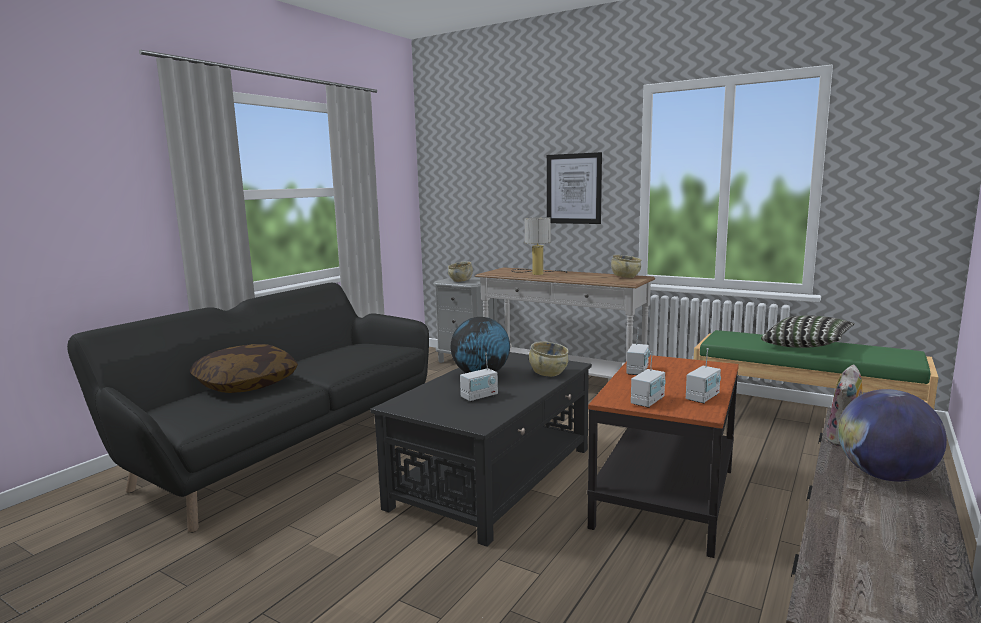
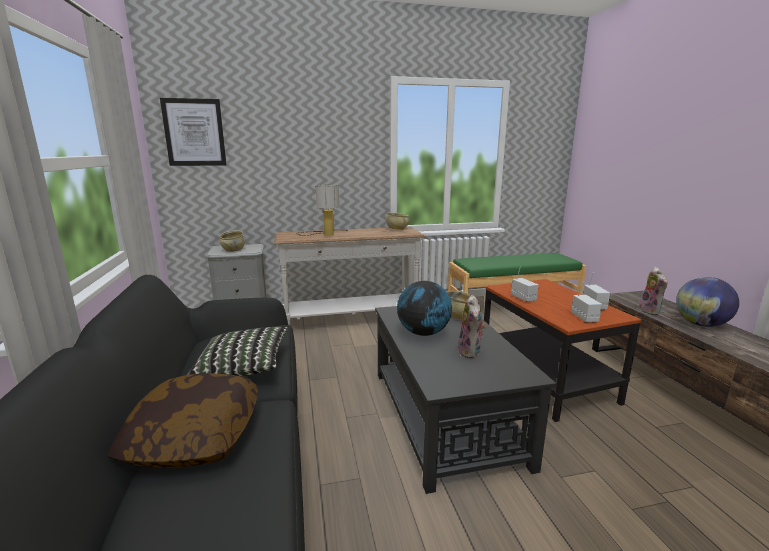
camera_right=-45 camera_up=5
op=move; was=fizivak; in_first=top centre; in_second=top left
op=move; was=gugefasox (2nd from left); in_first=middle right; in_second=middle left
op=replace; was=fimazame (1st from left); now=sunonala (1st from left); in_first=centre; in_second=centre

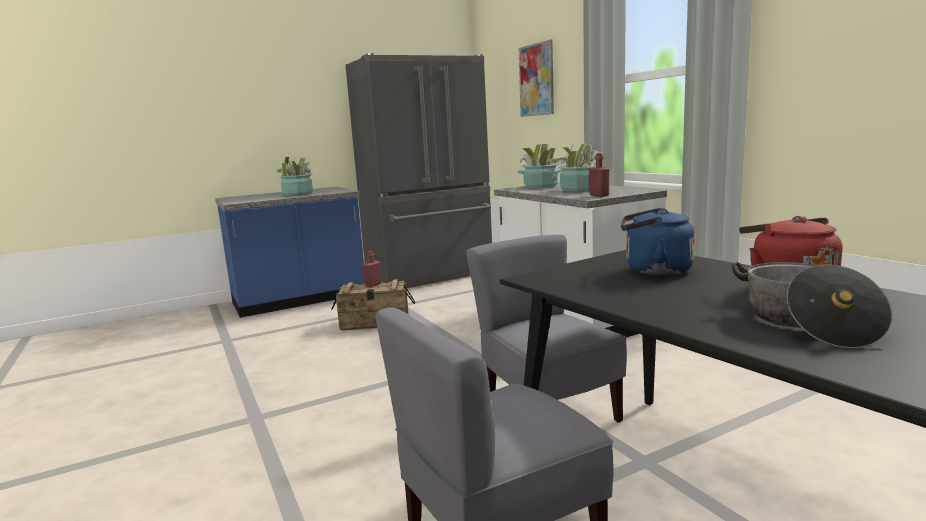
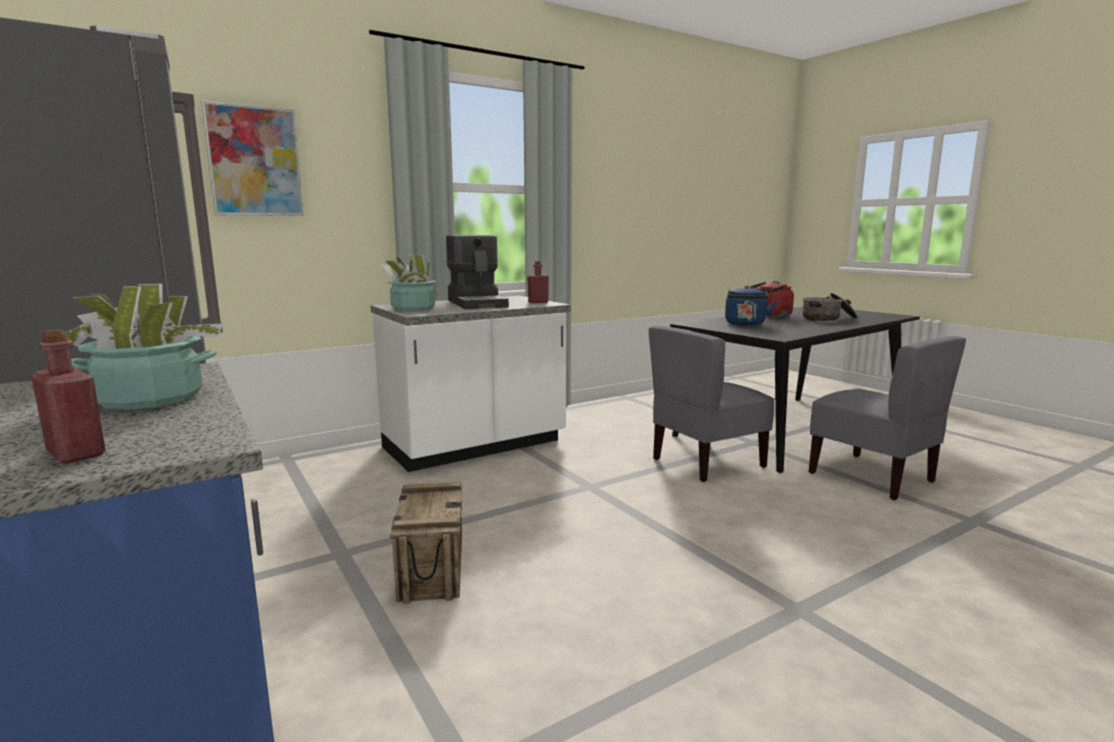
camera_right=-95 camera_up=0
op=move; was=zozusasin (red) (1st from left); in_first=centre; in_second=middle left
op=replace; was=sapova (3rd from left); now=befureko; in_first=top centre; in_second=centre

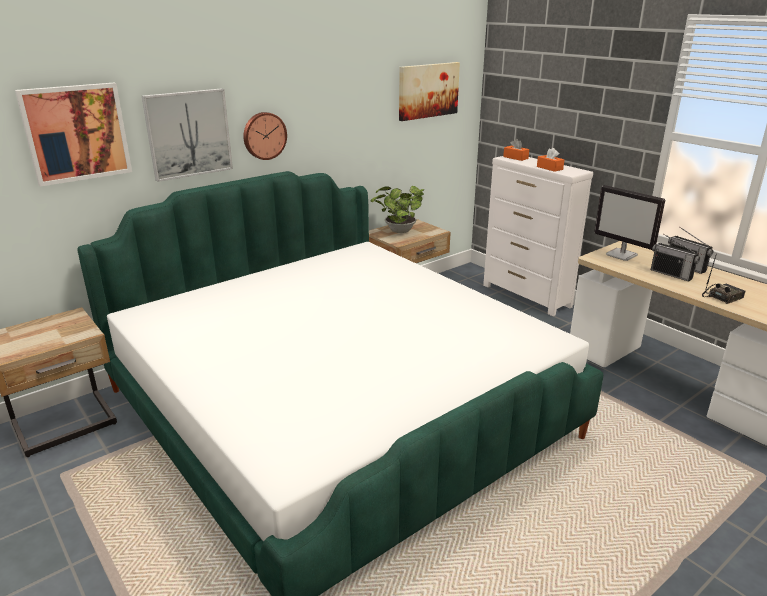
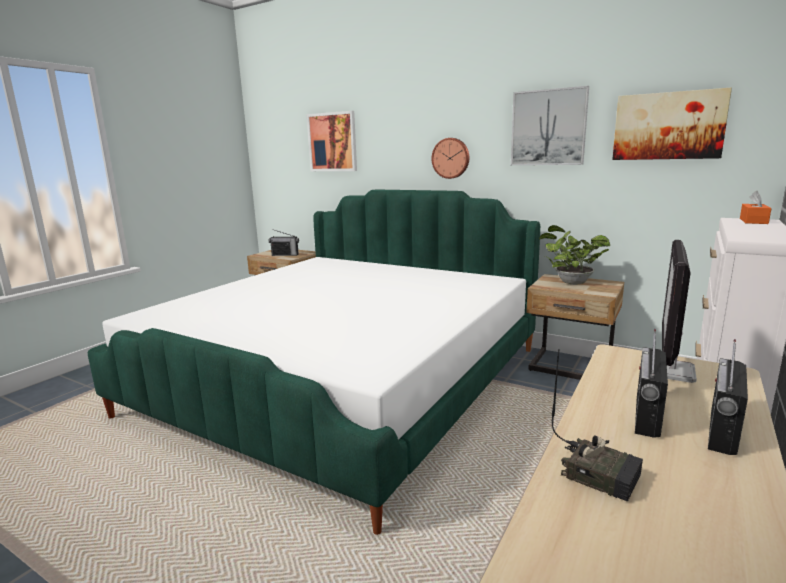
camera_right=70 camera_up=-10
op=insert; now=fimazame (1st from left); in_second=centre
op=move; was=fizivak (2nd from left); in_first=top left; in_second=top right
op=delete; was=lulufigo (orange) (2nd from left); in_first=top right

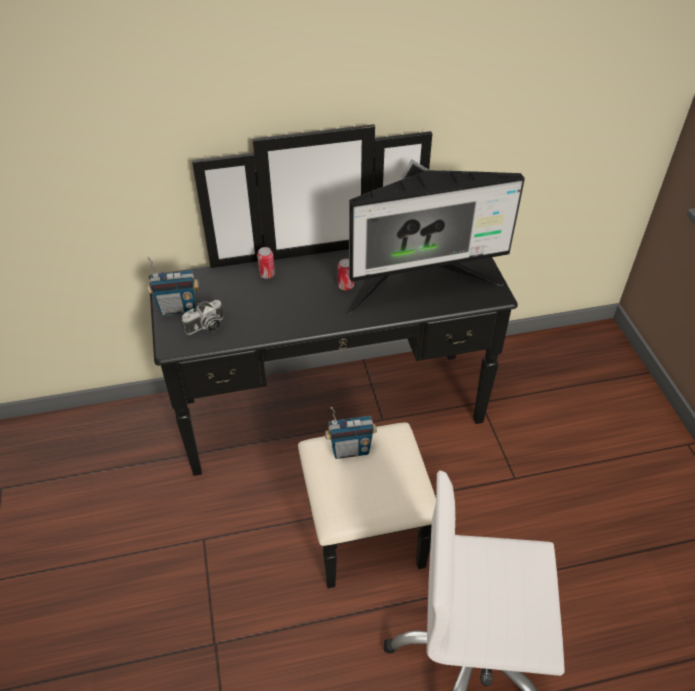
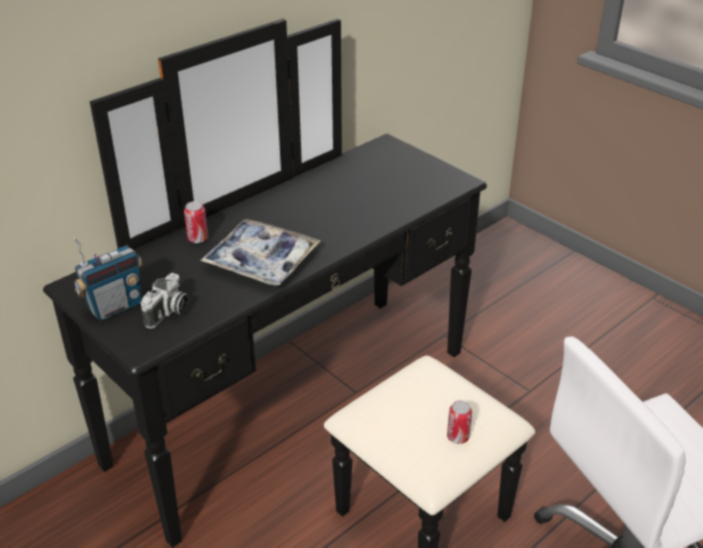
camera_right=-30 camera_up=-10
op=insert; now=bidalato; in_second=centre
op=move; was=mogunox (2nd from left); in_first=centre; in_second=bottom centre
op=delete; was=fimazame (2nd from left); in_first=centre
op=delete; was=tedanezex; in_first=centre

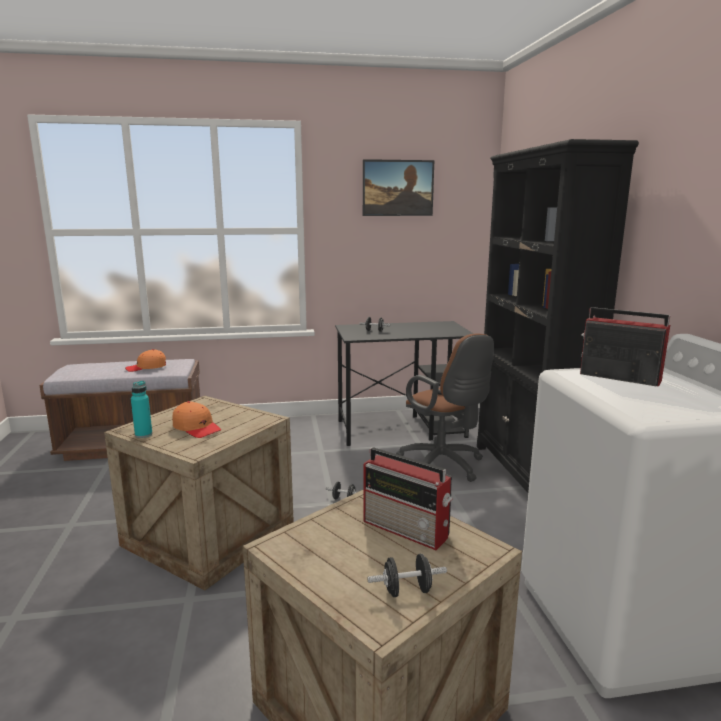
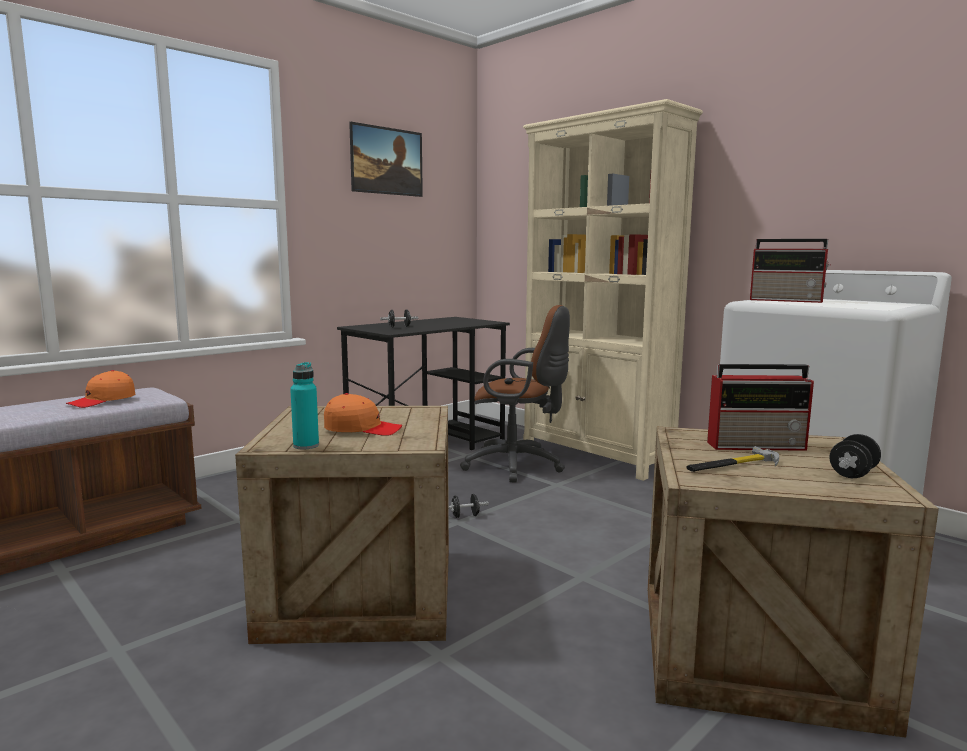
camera_right=-35 camera_up=-5
op=recolor; was=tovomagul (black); now=tovomagul (beige); in_first=middle right; in_second=centre
op=insert; now=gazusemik; in_second=middle right
op=rotate; was=fimazame (2nd from left); in_first=middle right; in_second=middle right; clockwise=-150

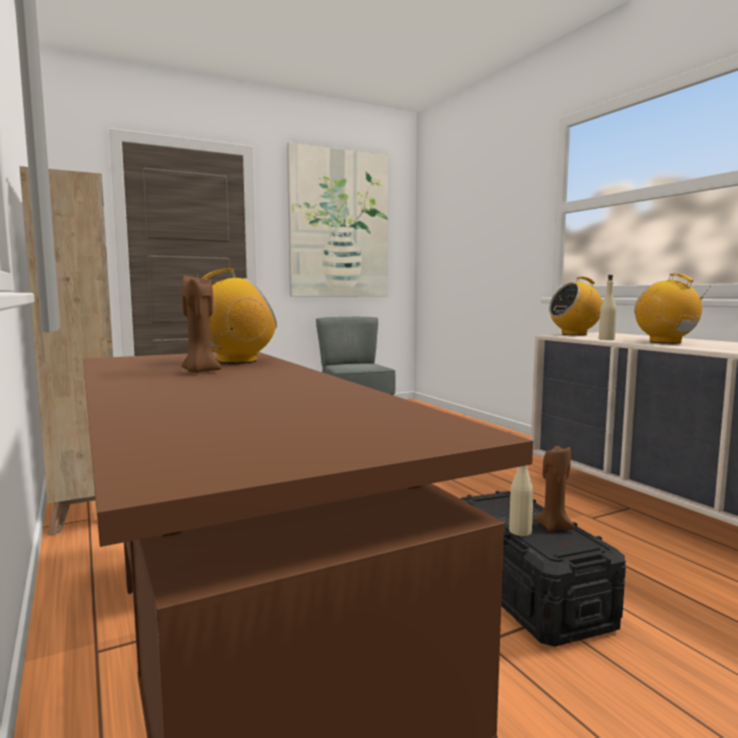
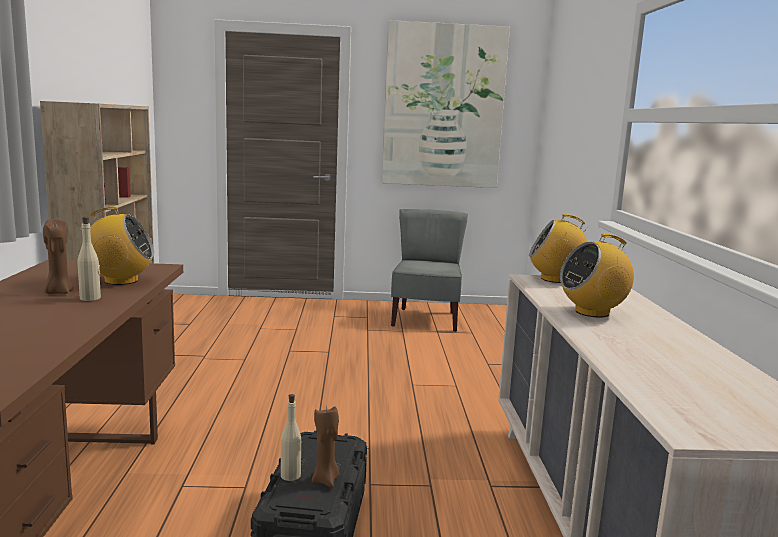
camera_right=25 camera_up=5
op=move; was=zozusasin (beige) (2nd from left in the first image); now=zozusasin (beige) (1st from left); in_first=middle right; in_second=middle left
op=rotate; was=fimazame (3rd from left); in_first=middle right; in_second=middle right; clockwise=-105

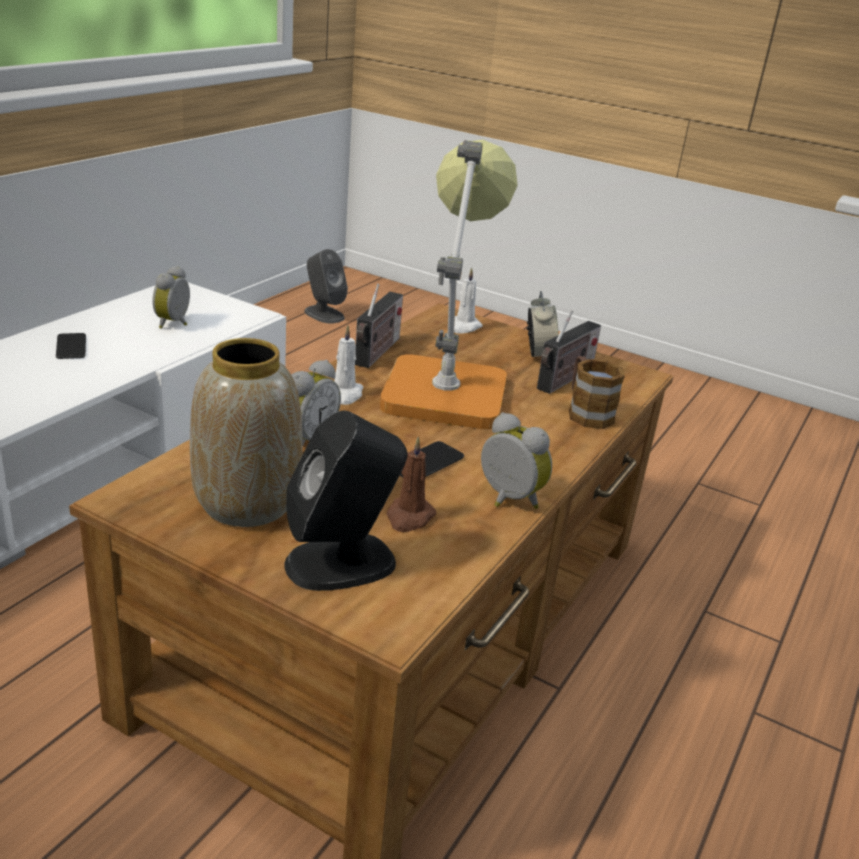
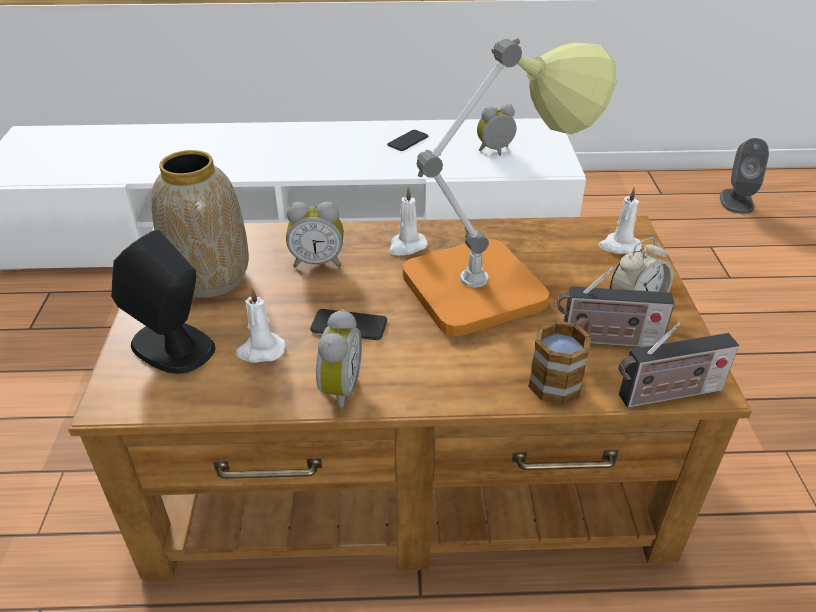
camera_right=60 camera_up=10
op=recolor; was=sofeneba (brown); now=sofeneba (white) (1st from left); in_first=centre; in_second=middle left
op=move; was=fimazame (1st from left in the first image); now=fimazame (2nd from left); in_first=centre; in_second=middle right

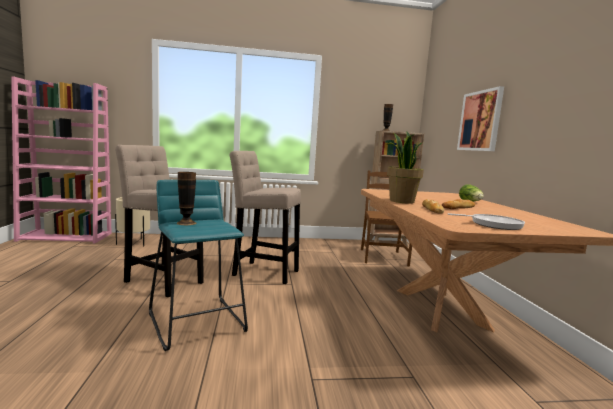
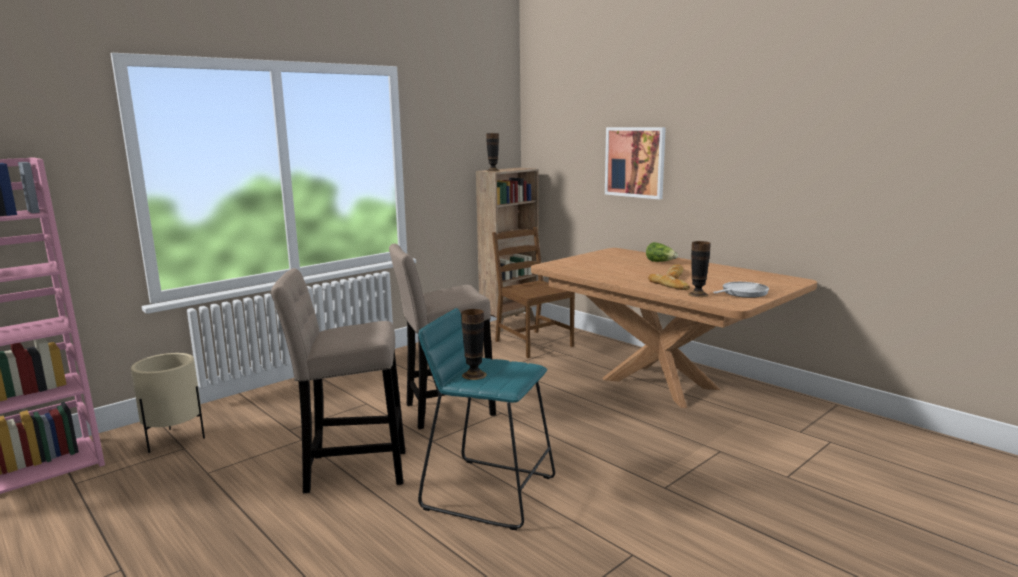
camera_right=-35 camera_up=5
op=insert; now=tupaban (3rd from left); in_second=middle right
op=delete; was=sapova; in_first=centre

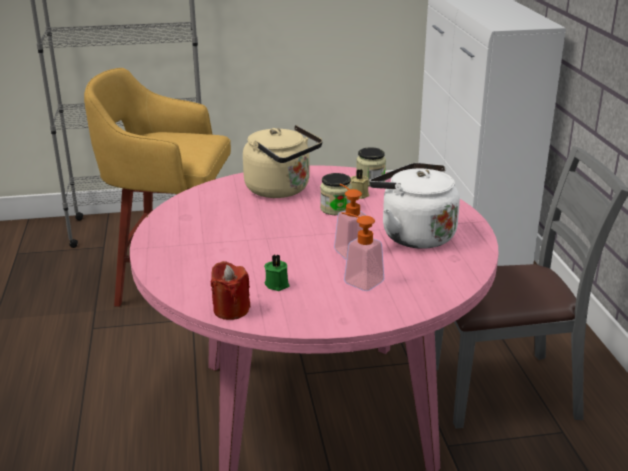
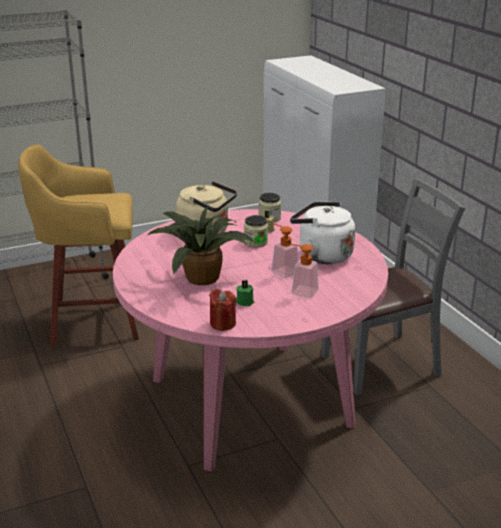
camera_right=-15 camera_up=0
op=insert; now=sapova; in_second=centre

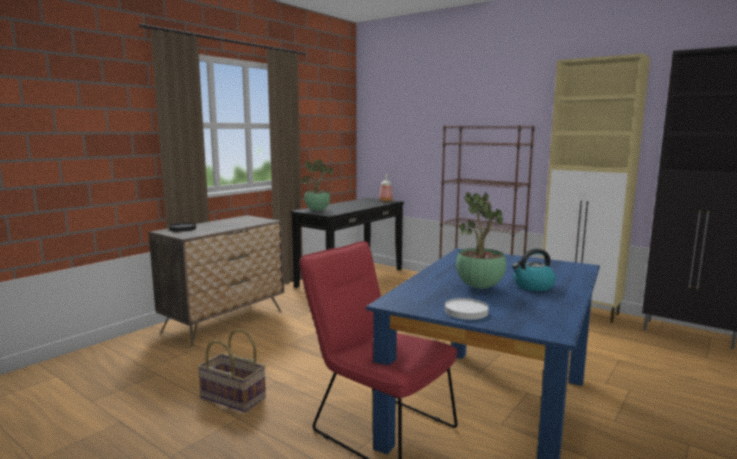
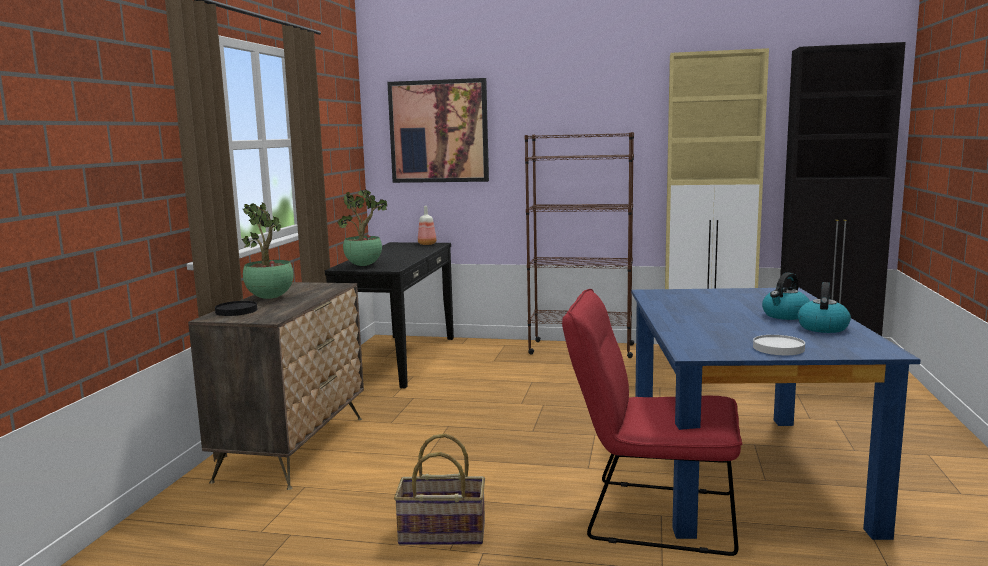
camera_right=-25 camera_up=0
op=move; was=sapova (2nd from left in the first image); now=sapova (1st from left); in_first=centre; in_second=middle left
op=insert; now=fizivak; in_second=top centre
op=insert; now=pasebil (2nd from left); in_second=middle right

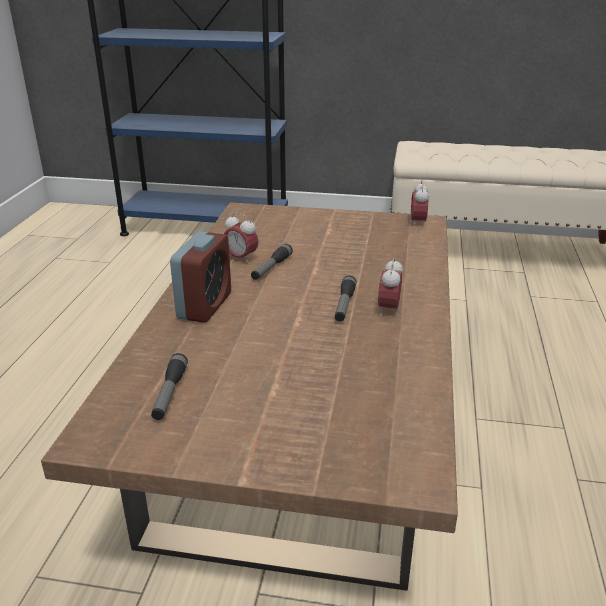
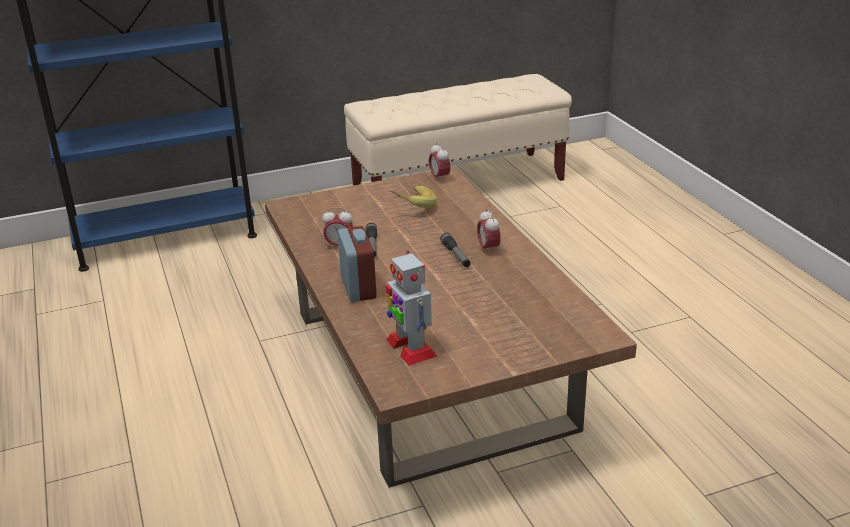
camera_right=-30 camera_up=0
op=replace; was=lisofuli (1st from left); now=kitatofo; in_first=middle left; in_second=centre
op=insert; now=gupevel; in_second=centre

